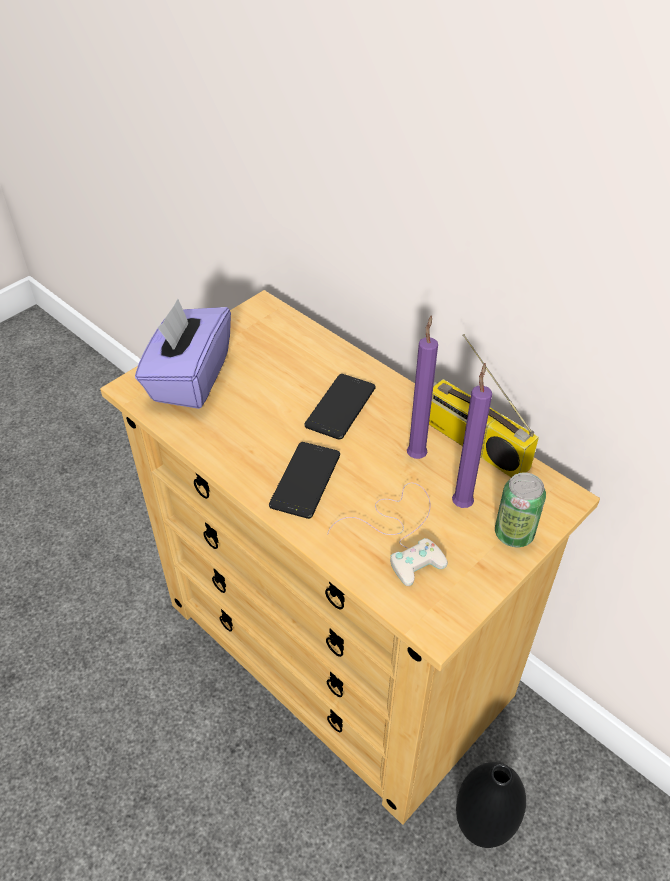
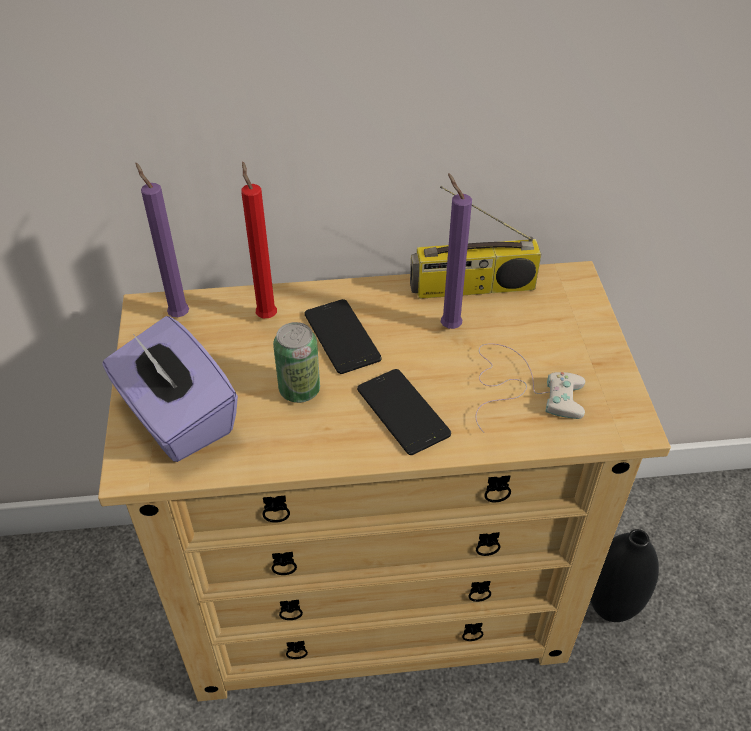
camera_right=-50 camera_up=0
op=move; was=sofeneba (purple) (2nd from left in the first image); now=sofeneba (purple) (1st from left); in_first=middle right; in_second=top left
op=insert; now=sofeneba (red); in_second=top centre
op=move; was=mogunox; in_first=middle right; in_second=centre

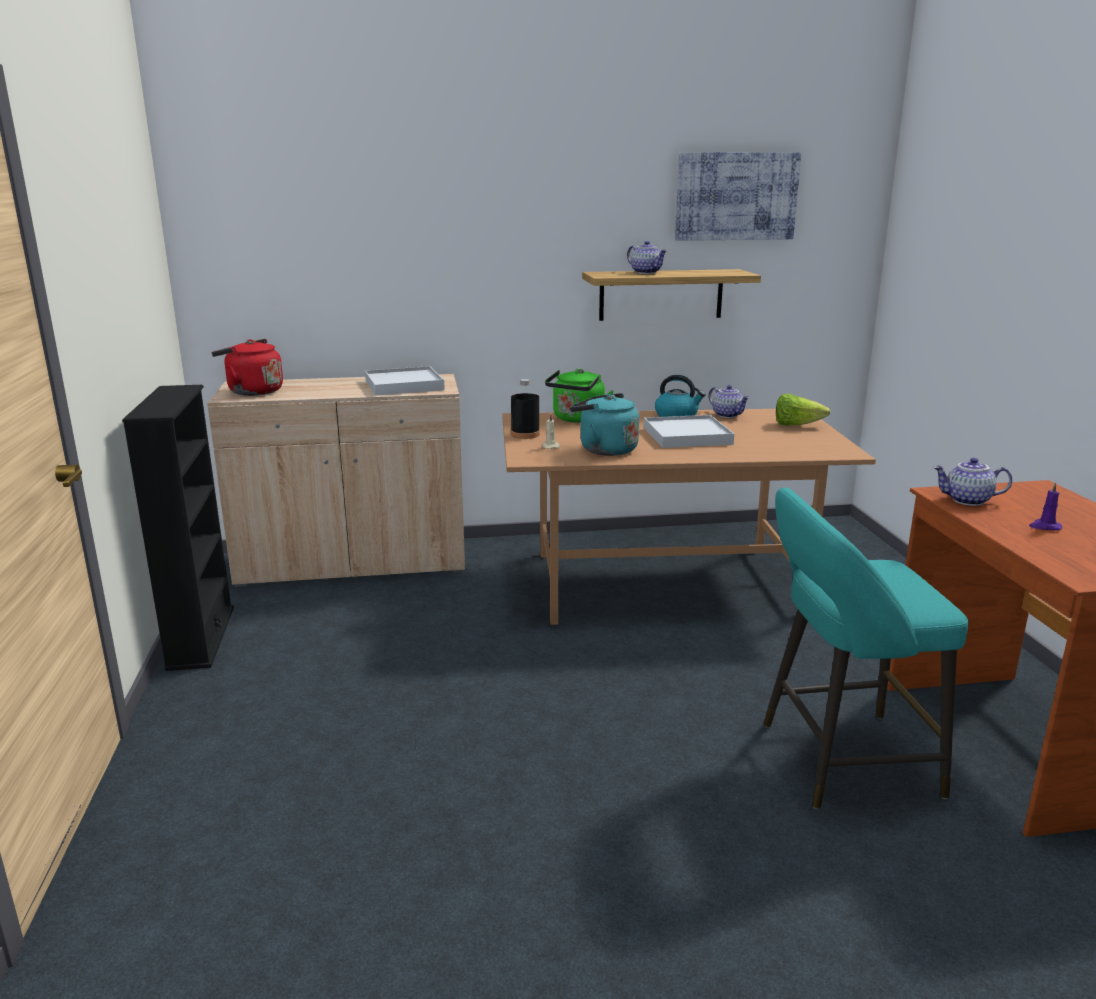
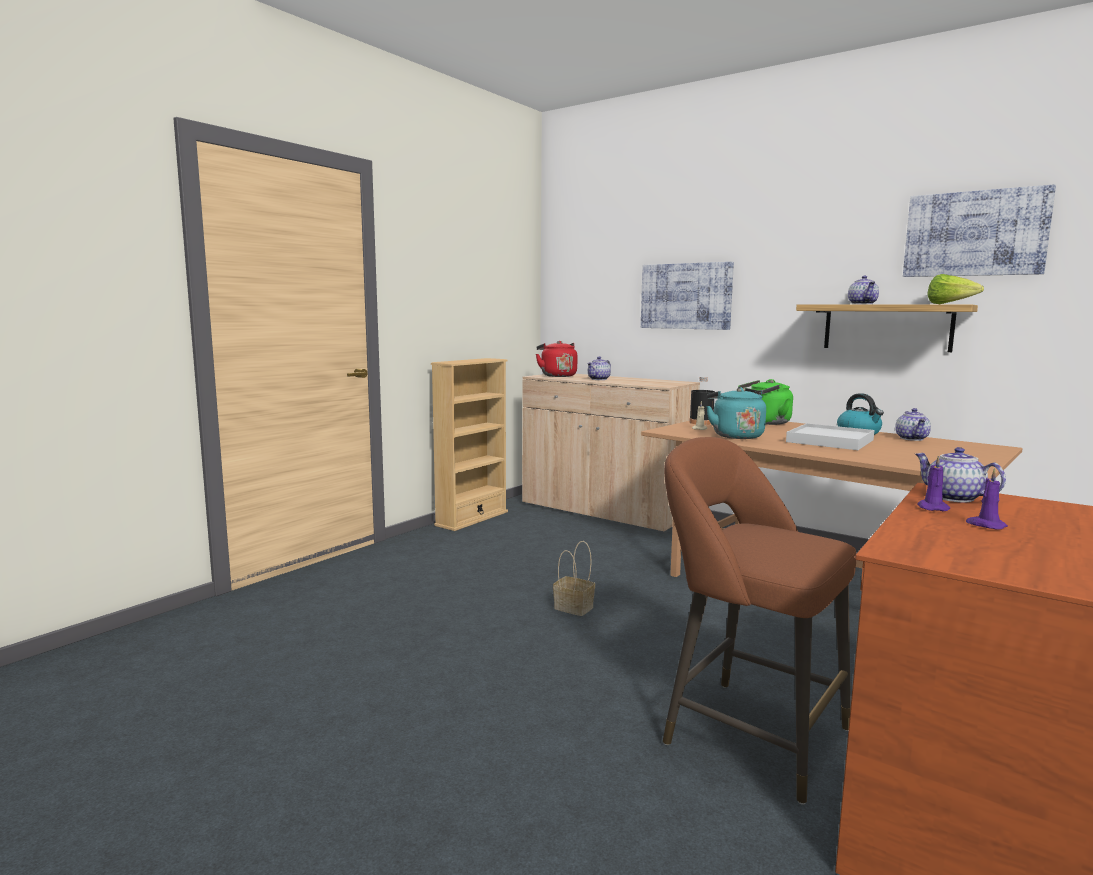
camera_right=45 camera_up=-10
op=recolor; was=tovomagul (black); now=tovomagul (beige); in_first=middle left; in_second=centre
op=insert; now=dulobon; in_second=centre
op=insert; now=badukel (1st from left); in_second=centre
op=insert; now=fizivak (1st from left); in_second=centre
op=recolor; was=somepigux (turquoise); now=somepigux (brown); in_first=middle right; in_second=bottom right
op=insert; now=sofeneba (purple) (1st from left); in_second=middle right
op=move; was=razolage; in_first=middle right; in_second=top right
op=delete; was=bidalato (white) (1st from left); in_first=centre

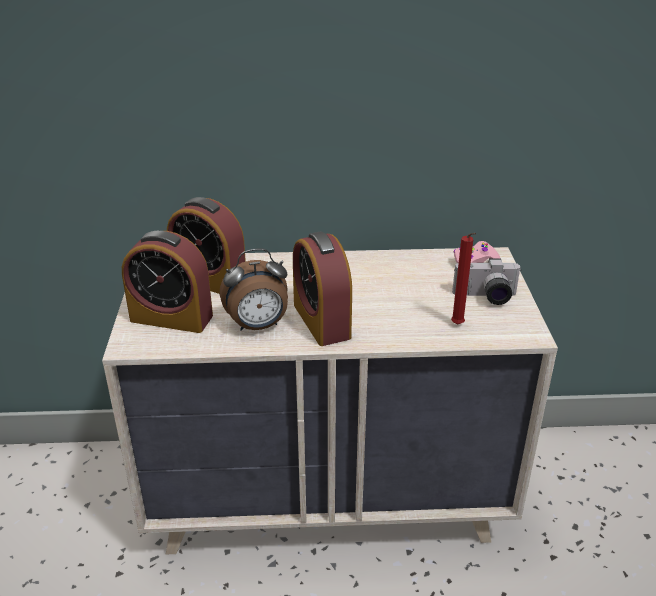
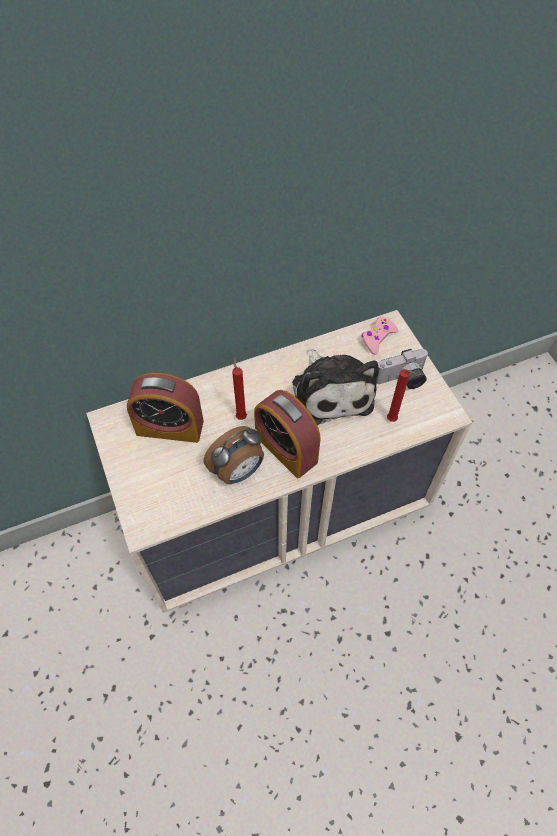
camera_right=-20 camera_up=25
op=insert; now=sofeneba (red) (1st from left); in_second=centre
op=insert; now=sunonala; in_second=centre
op=delete; was=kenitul (1st from left); in_first=middle left

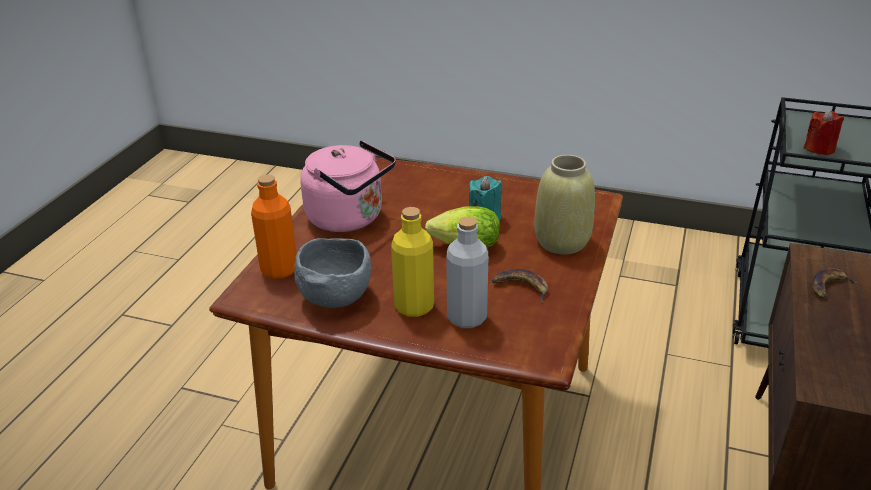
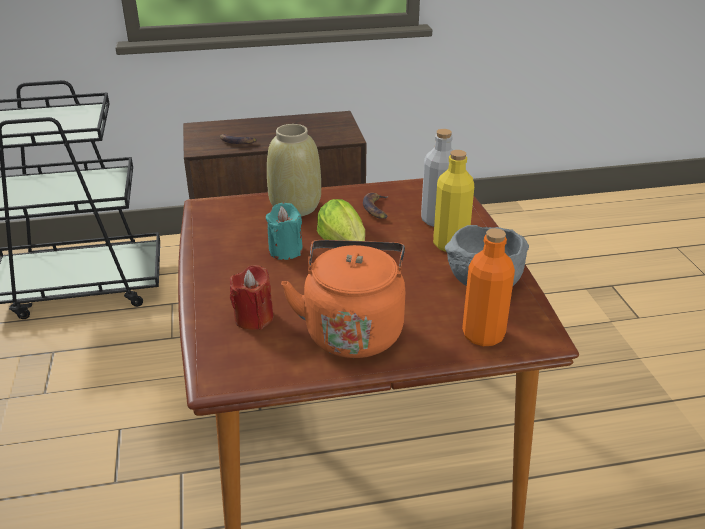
camera_right=-120 camera_up=0
op=move; was=sofeneba (red); in_first=top right; in_second=centre
op=recolor; was=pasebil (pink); now=pasebil (orange); in_first=centre; in_second=centre

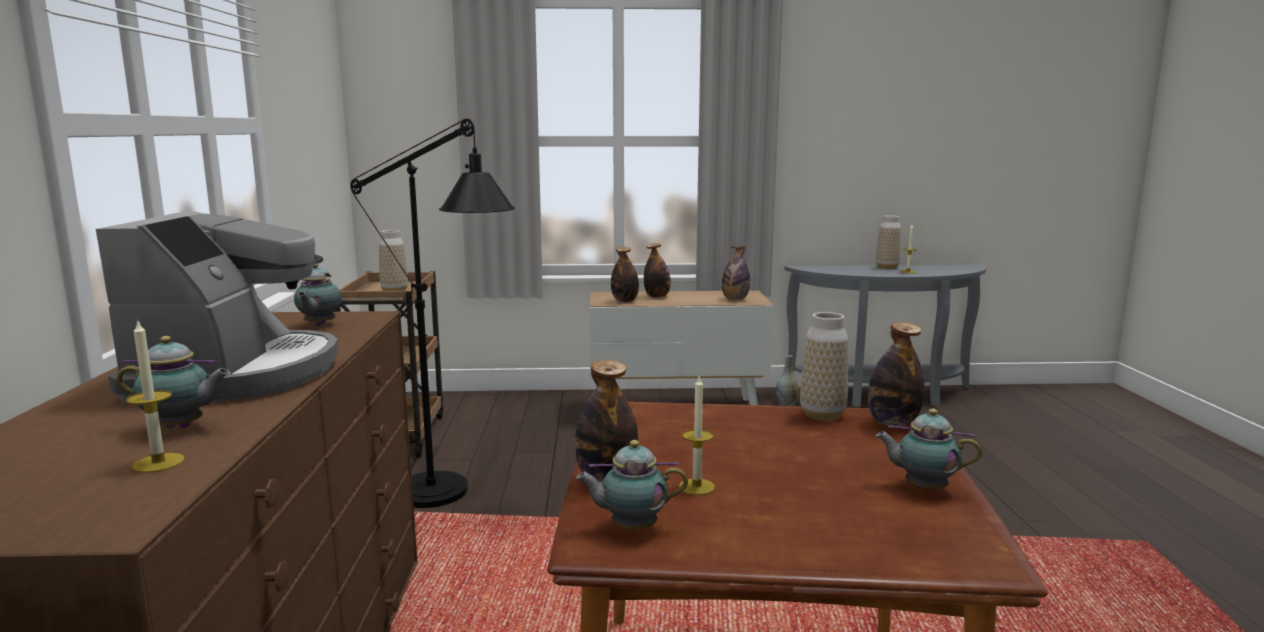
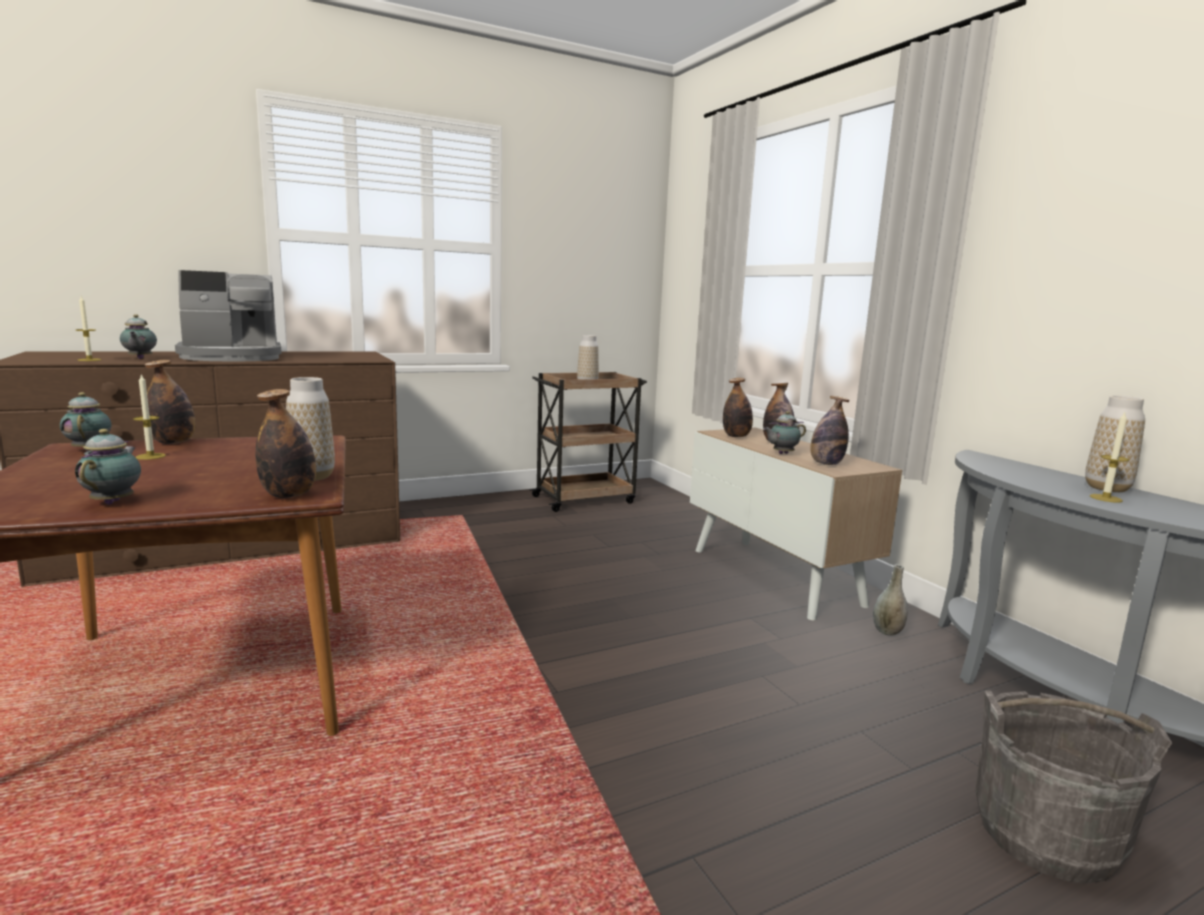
camera_right=65 camera_up=0
op=move; was=badukel (2nd from left in the first image); now=badukel (4th from left); in_first=middle left; in_second=centre
op=insert; now=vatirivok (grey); in_second=bottom right
op=delete; was=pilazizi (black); in_first=centre

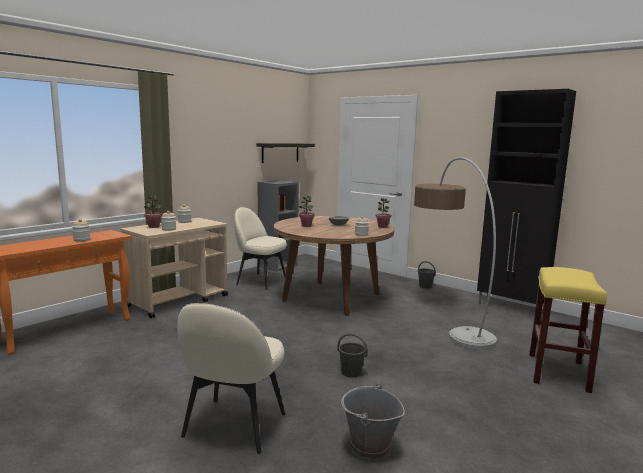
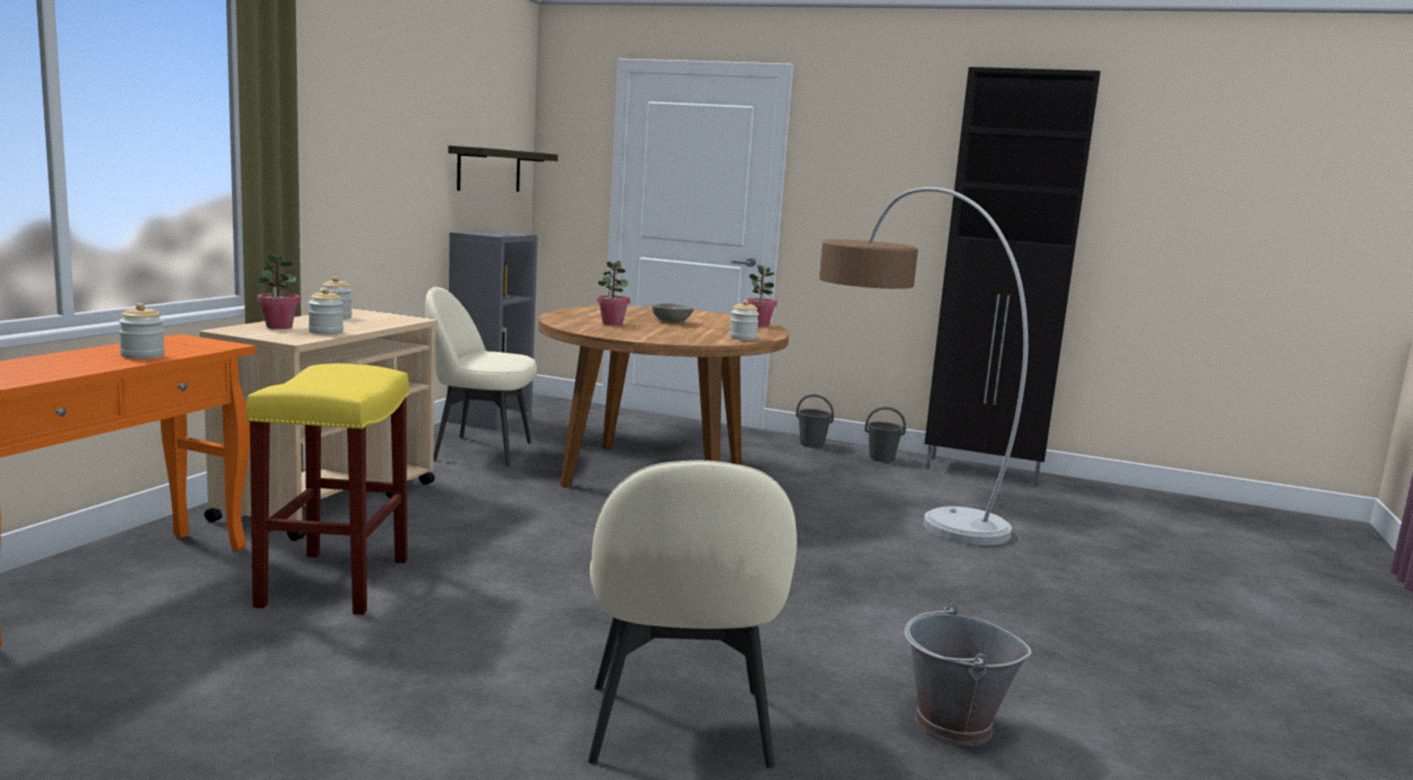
camera_right=-20 camera_up=0
op=move; was=somepigux (yellow); in_first=bottom right; in_second=middle left
op=move; was=vatirivok (grey) (1st from left in the first image); now=vatirivok (grey) (2nd from left); in_first=bottom centre; in_second=centre

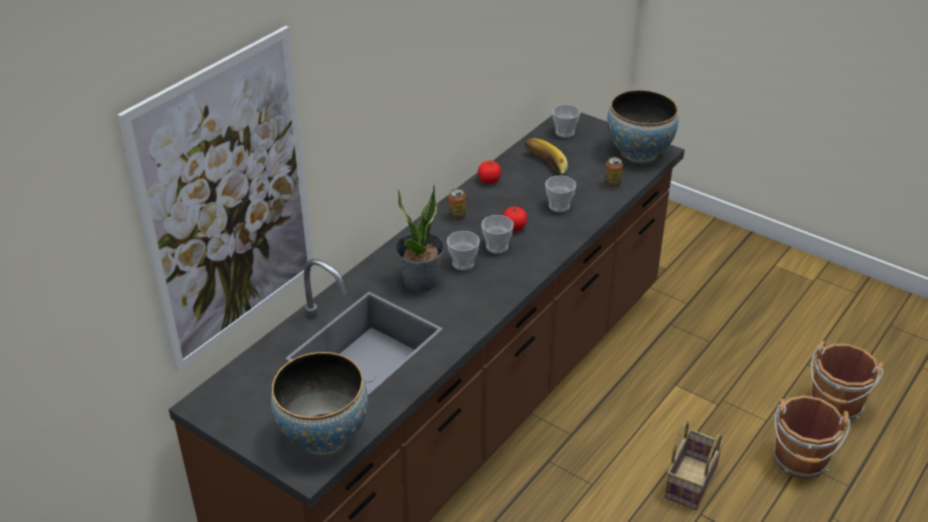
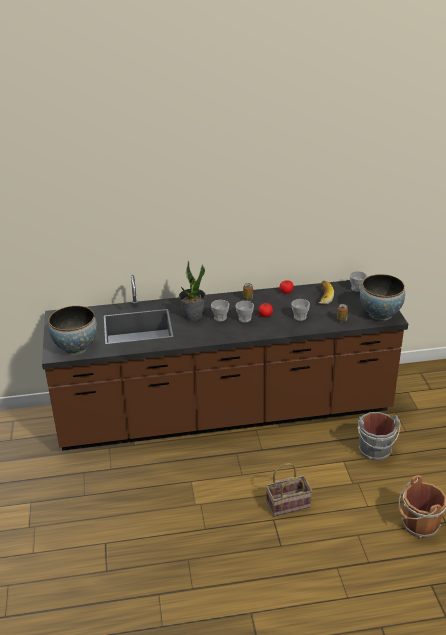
camera_right=45 camera_up=-5
op=insert; now=vatirivok (grey); in_second=bottom right
op=delete; was=fizivak; in_first=middle left
op=delete; was=vatirivok (brown) (1st from left); in_first=bottom right

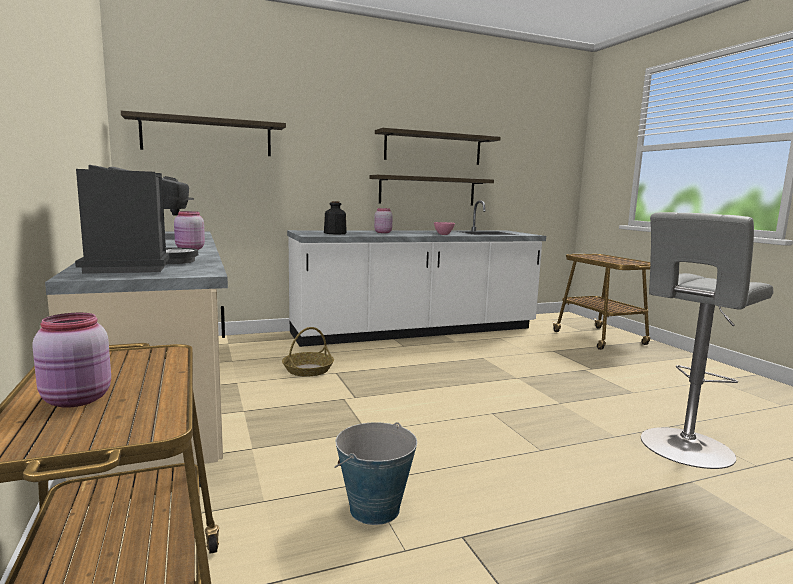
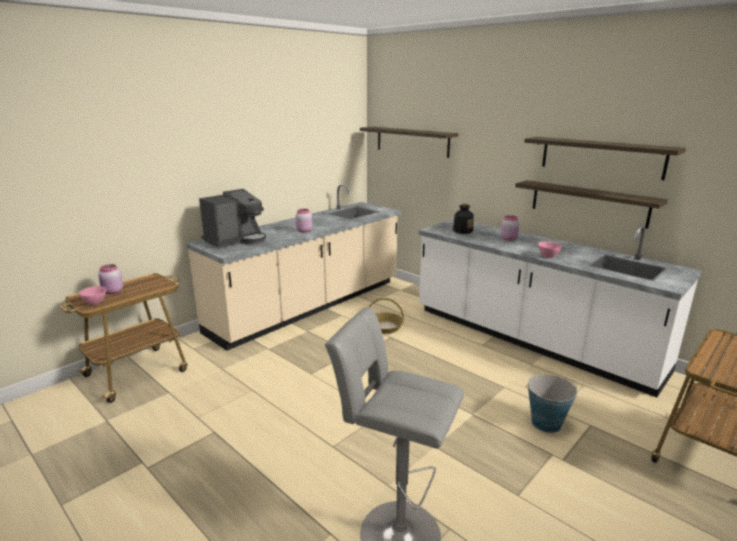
camera_right=65 camera_up=10
op=insert; now=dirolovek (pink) (1st from left); in_second=middle left
op=move; was=vatirivok; in_first=bottom centre; in_second=bottom right

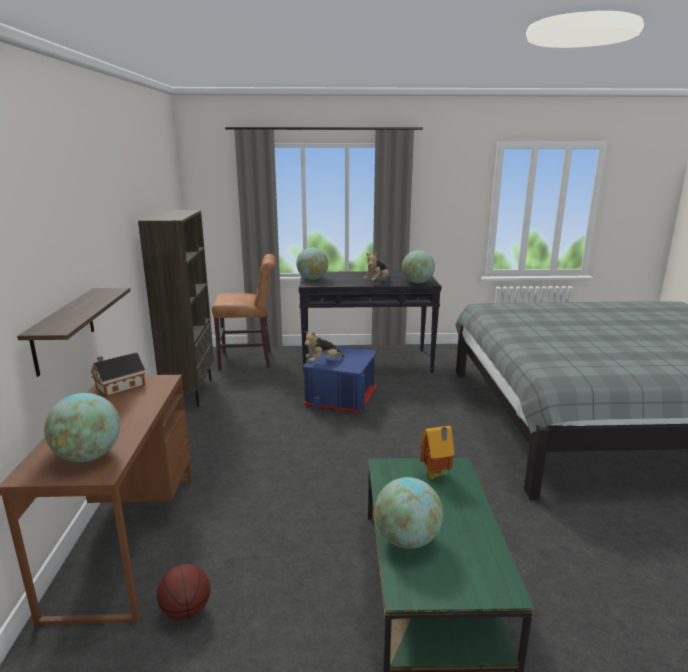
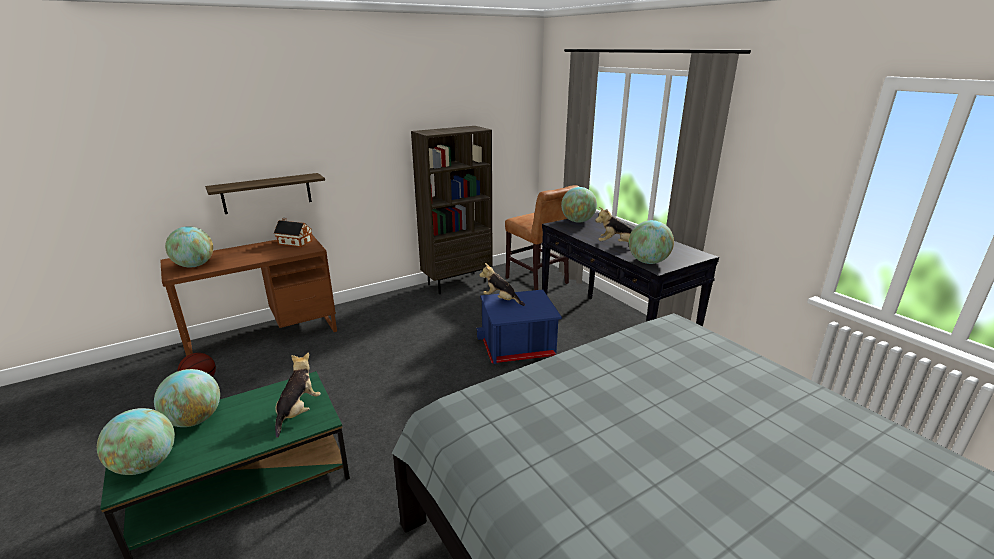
camera_right=60 camera_up=5
op=insert; now=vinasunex (1st from left); in_second=bottom left
op=replace; was=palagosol (2nd from left); now=sunonala (1st from left); in_first=bottom centre; in_second=bottom left

